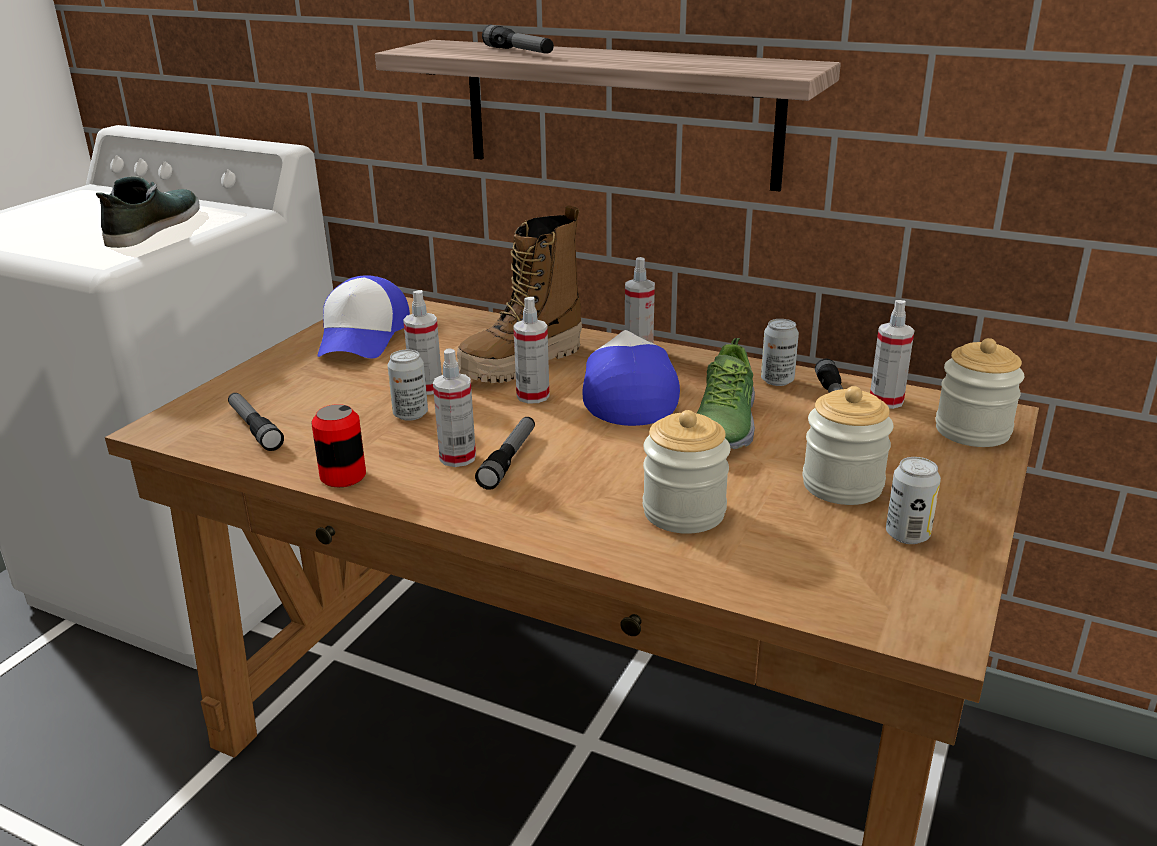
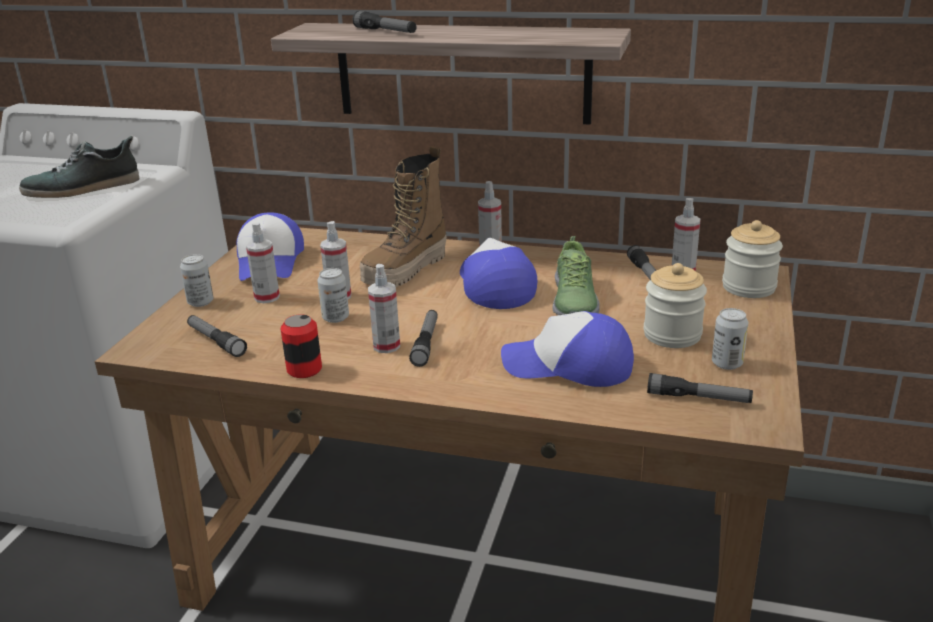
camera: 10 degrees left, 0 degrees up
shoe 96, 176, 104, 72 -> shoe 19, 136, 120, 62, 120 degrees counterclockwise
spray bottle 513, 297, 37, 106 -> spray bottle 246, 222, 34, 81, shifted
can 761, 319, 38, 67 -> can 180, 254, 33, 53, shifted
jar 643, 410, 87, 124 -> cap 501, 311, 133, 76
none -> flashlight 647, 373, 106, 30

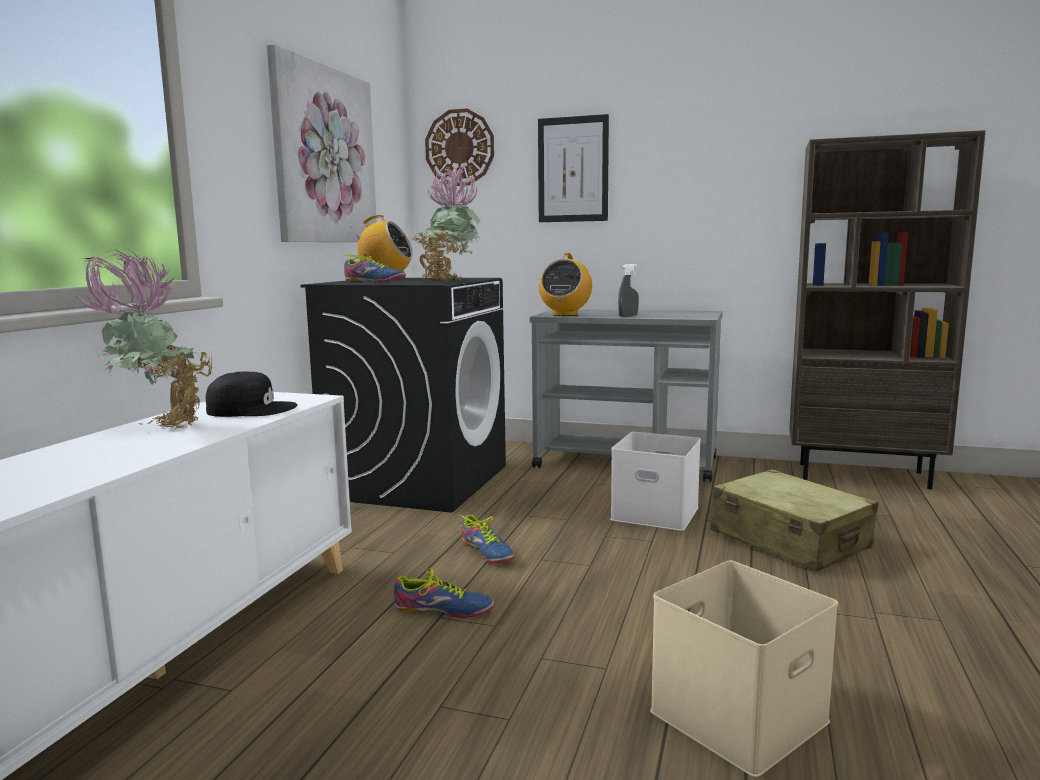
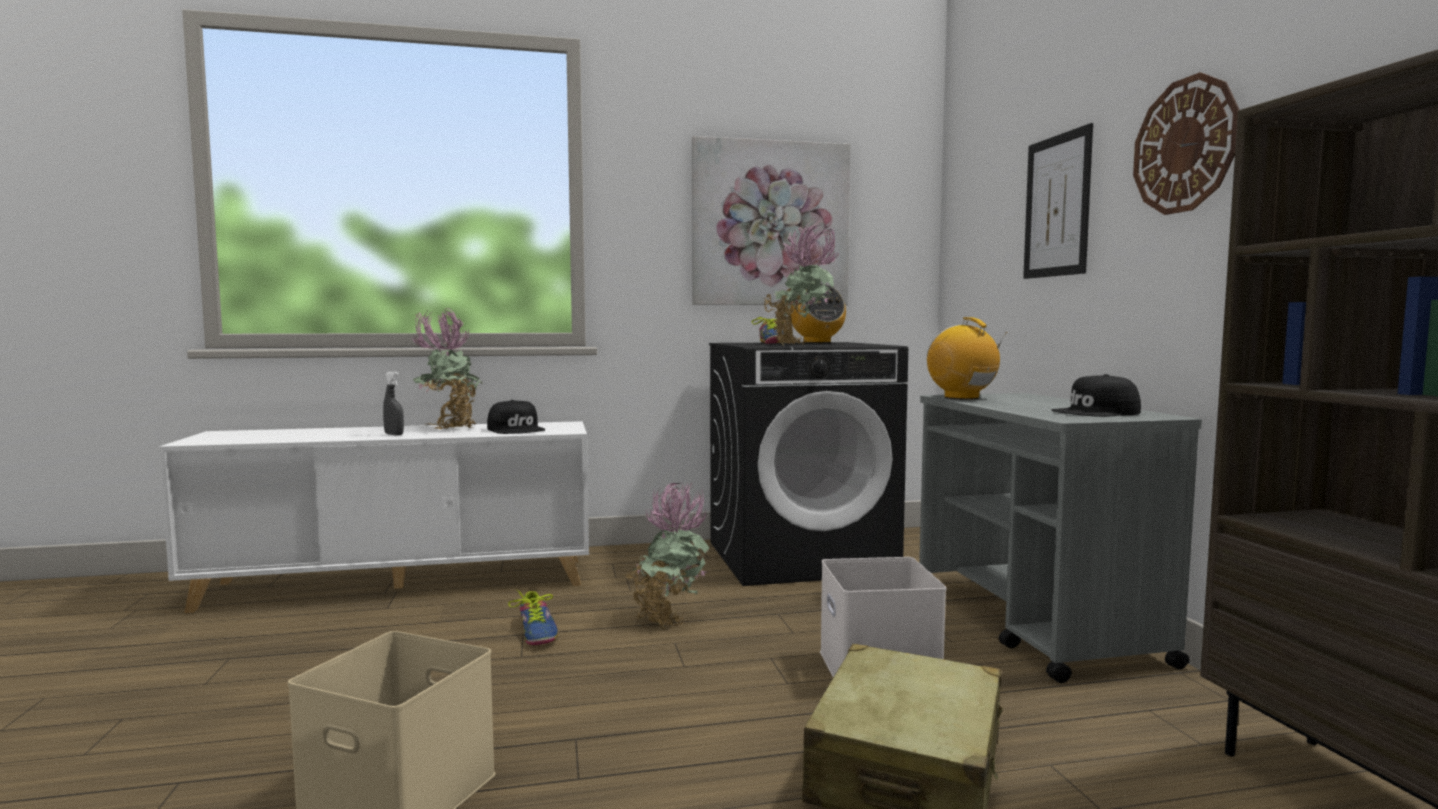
camera: 60 degrees right, 5 degrees down
wall clock 425, 108, 69, 78 -> wall clock 1133, 72, 107, 143, shifted
radio 539, 253, 53, 63 -> radio 927, 317, 80, 83, 75 degrees clockwise
grey spray bottle 618, 264, 21, 53 -> grey spray bottle 383, 372, 21, 63, shifted
shoe 459, 515, 55, 48 -> potted plant 625, 483, 85, 146
none -> black cap 1051, 374, 90, 43

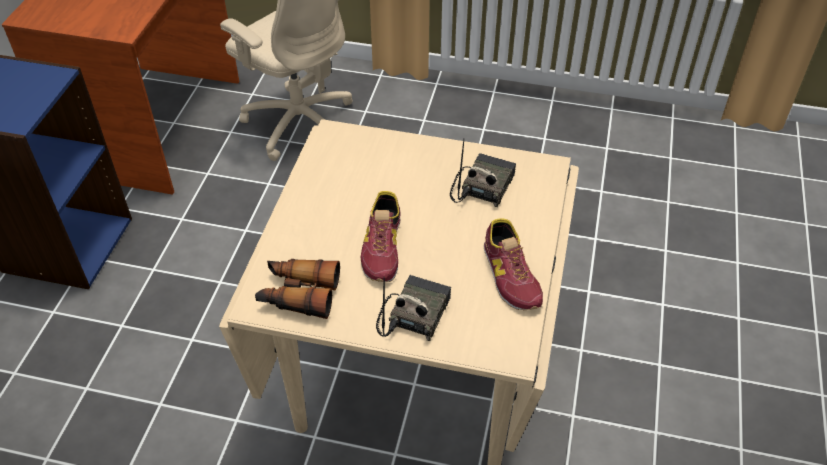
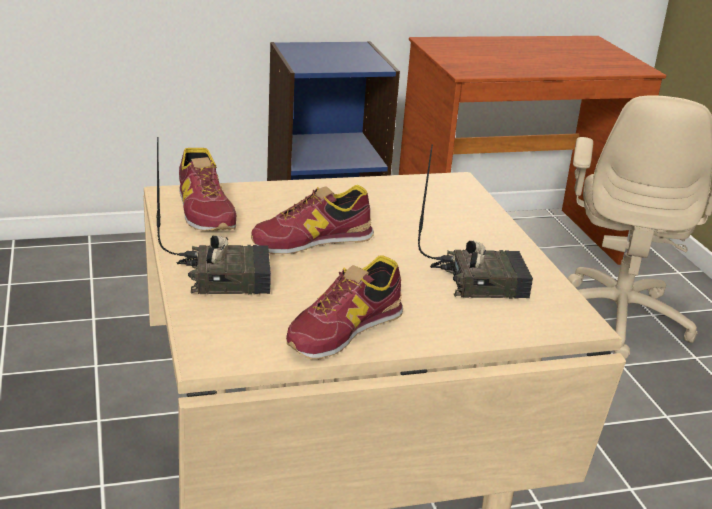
camera: 60 degrees right, 20 degrees down
binoculars 255, 259, 85, 60 -> shoe 179, 148, 57, 83

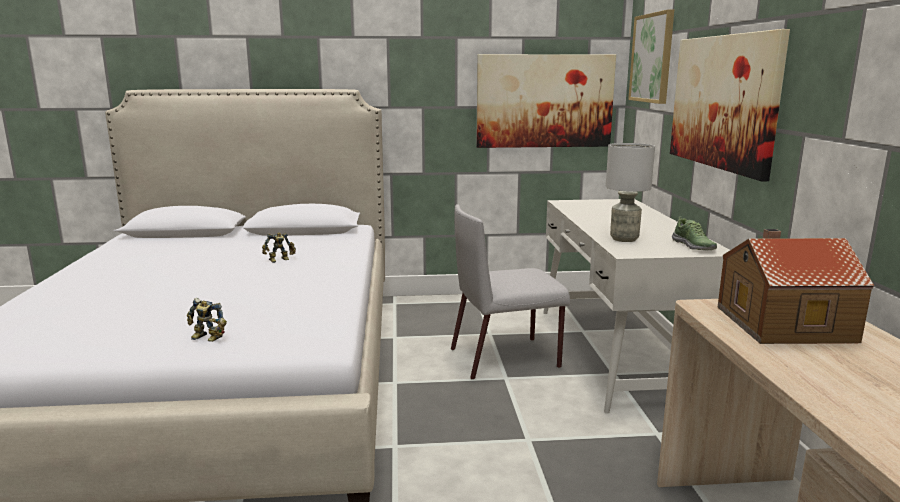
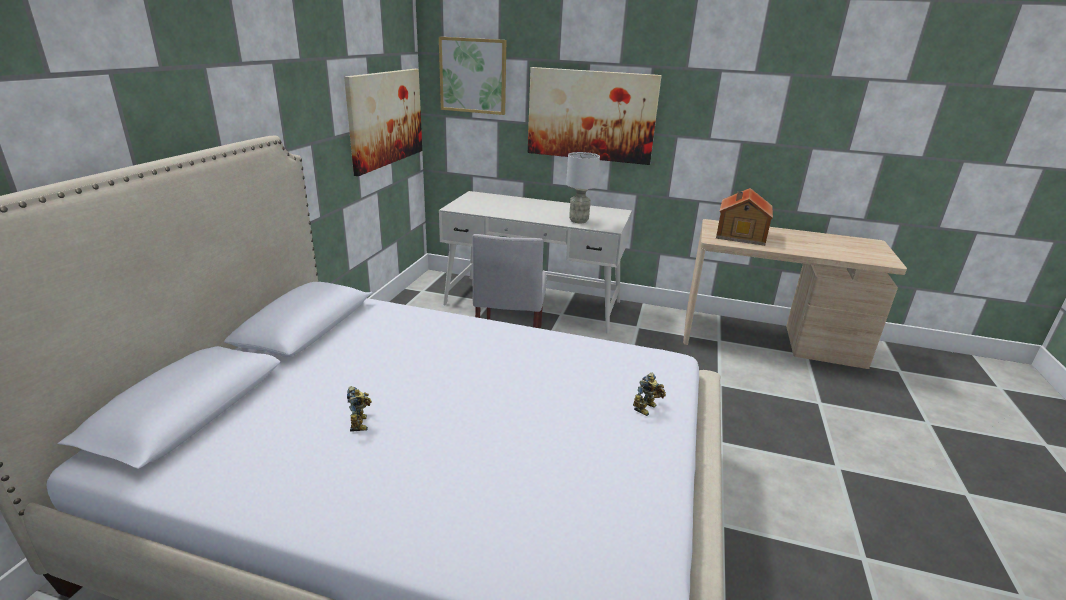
camera: 70 degrees left, 10 degrees up
shoe 672, 217, 45, 33 -> none
toy robot 262, 233, 34, 30 -> toy robot 347, 386, 25, 46, shifted

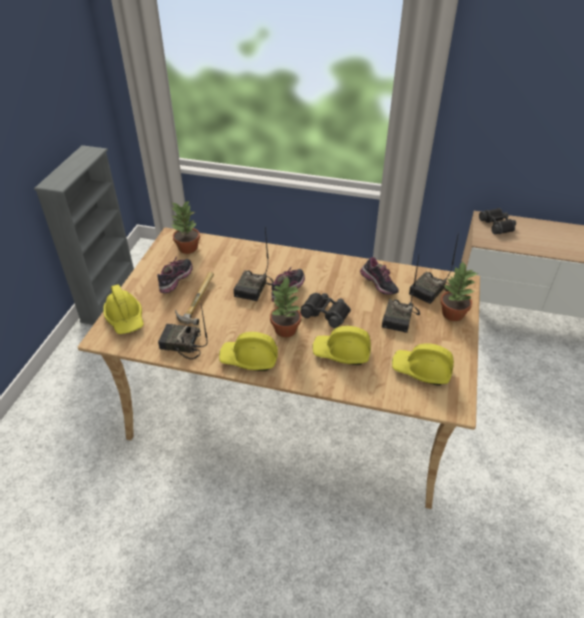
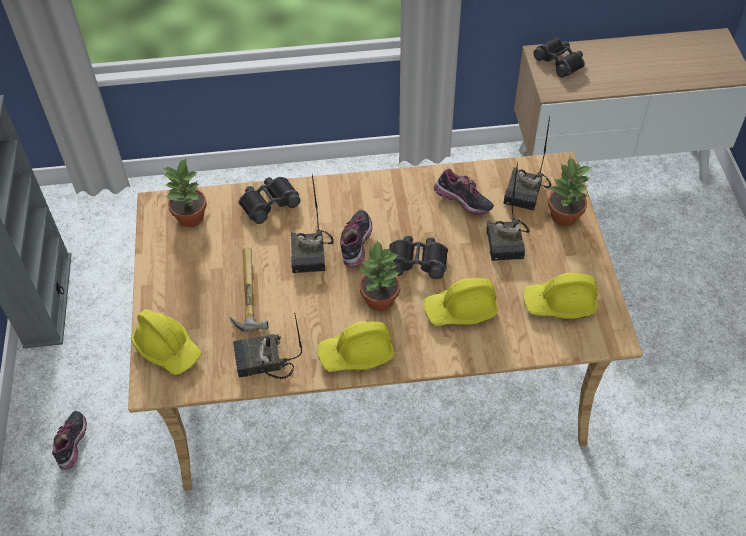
camera: 20 degrees left, 10 degrees up
shoe 157, 257, 36, 36 -> shoe 52, 411, 35, 59, shifted
none -> black binoculars 238, 177, 63, 47

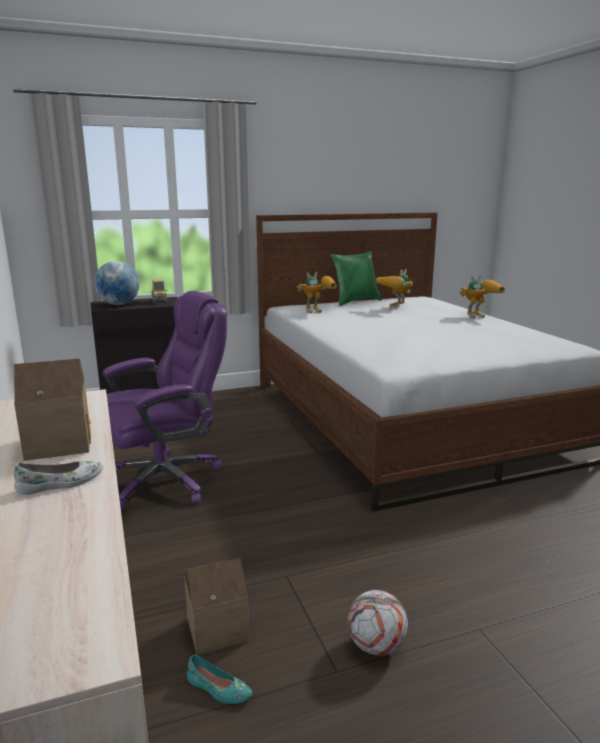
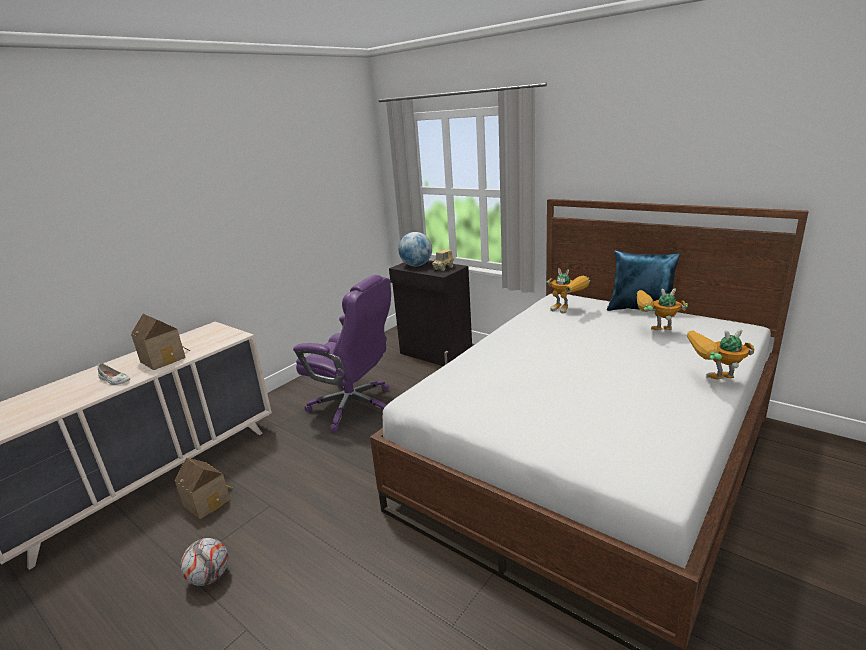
camera: 60 degrees right, 5 degrees up
green pillow 330, 251, 52, 55 -> blue pillow 607, 251, 73, 66
toy robot 460, 275, 45, 44 -> toy robot 687, 329, 68, 50, 135 degrees clockwise
turquoise shoe 187, 655, 65, 49 -> none

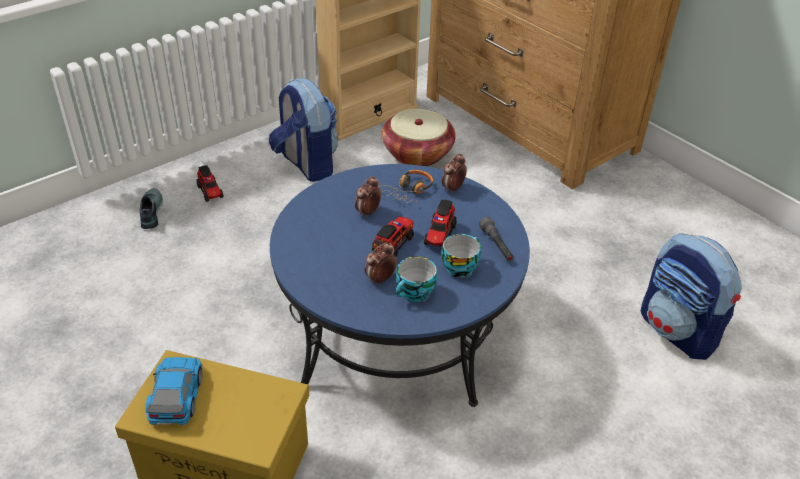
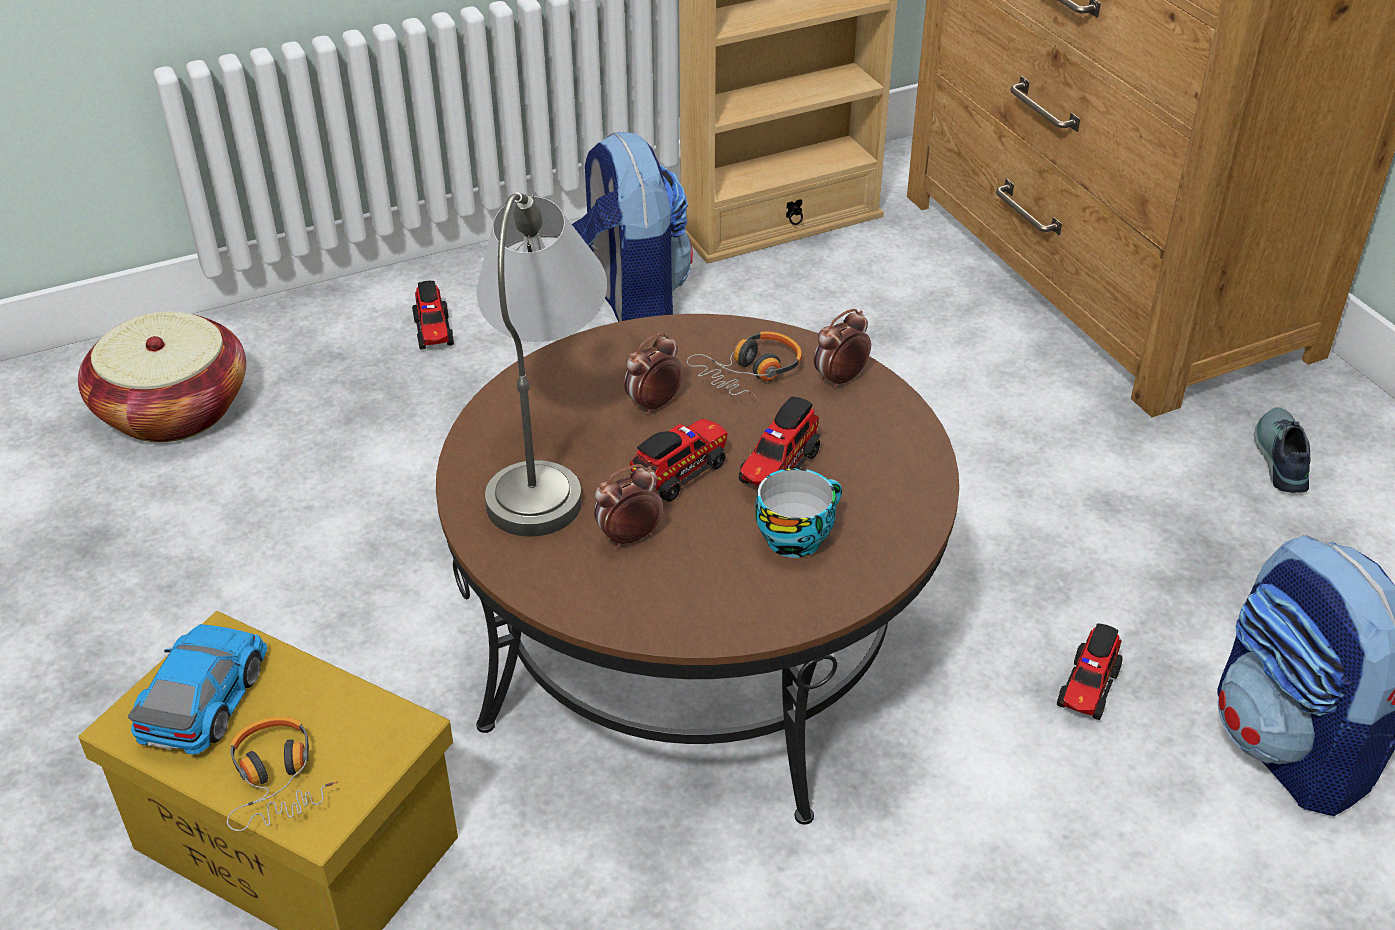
camera: 15 degrees right, 0 degrees up
basket 382, 109, 74, 57 -> basket 78, 311, 168, 131, shifted
blue coffee table 270, 164, 260, 243 -> brown coffee table 436, 314, 523, 511
shoe 140, 188, 23, 41 -> shoe 1254, 408, 56, 85, shifted
grey flashlight 479, 217, 35, 44 -> none
cup 396, 256, 41, 46 -> none
none -> grey table lamp 477, 192, 130, 345
none -> toy truck 1057, 623, 66, 97
none -> headphones 227, 717, 112, 114

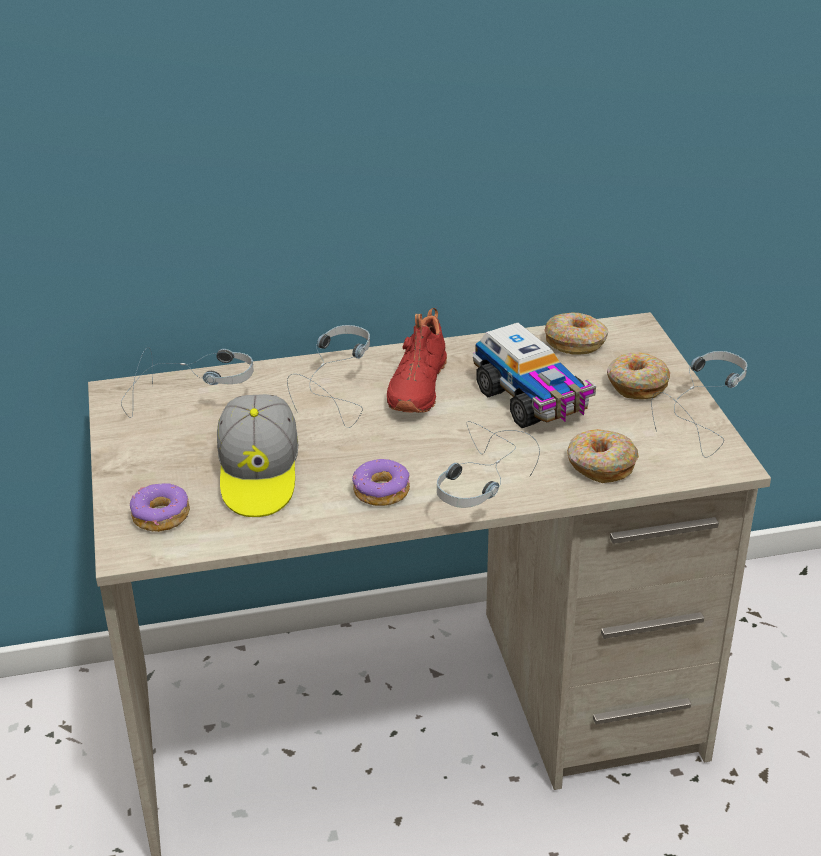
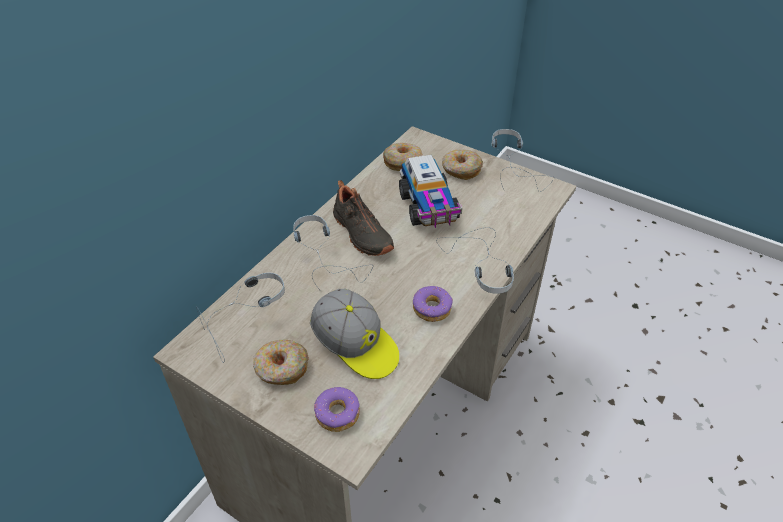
camera: 45 degrees left, 10 degrees up
red shoe 387, 308, 60, 105 -> black shoe 333, 180, 61, 76
toy truck 473, 323, 123, 105 -> toy truck 399, 155, 63, 73, 60 degrees clockwise
donut 567, 429, 72, 54 -> donut 253, 340, 56, 45, shifted

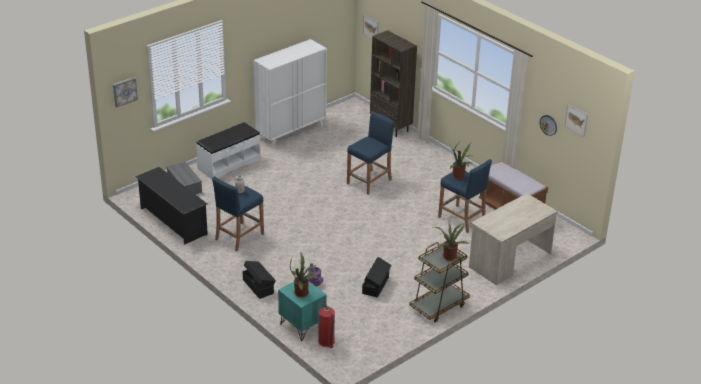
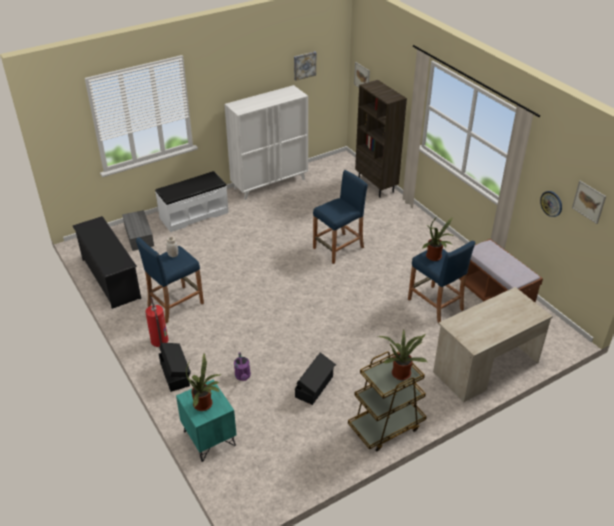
camera: 10 degrees right, 5 degrees up
picture 113, 77, 25, 30 -> picture 294, 51, 22, 30, shifted
fire extinguisher 318, 300, 17, 48 -> fire extinguisher 145, 297, 23, 50, shifted

